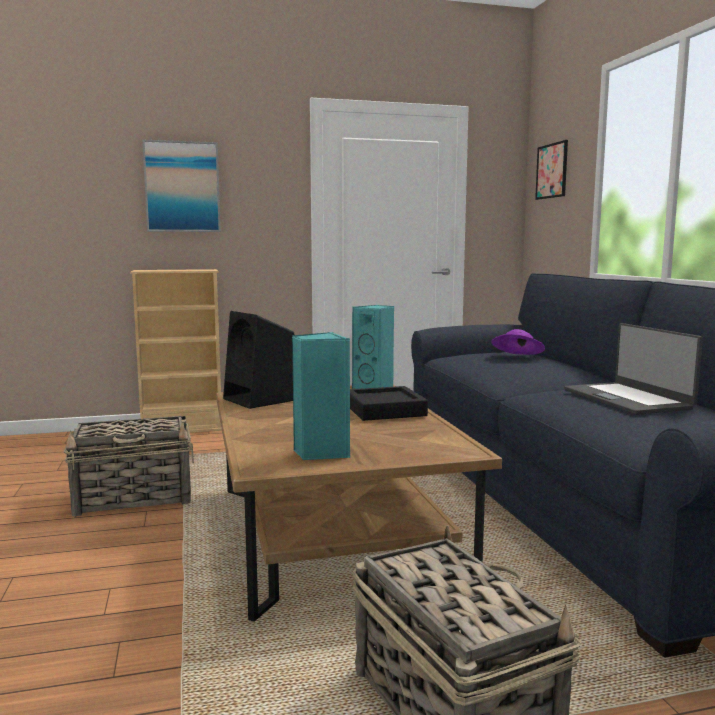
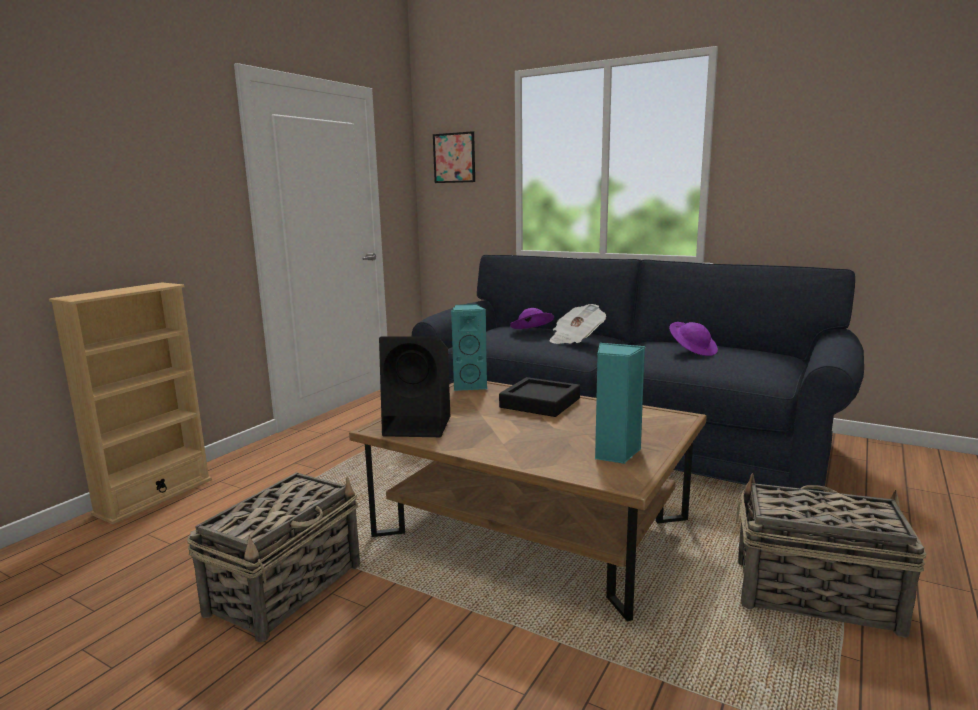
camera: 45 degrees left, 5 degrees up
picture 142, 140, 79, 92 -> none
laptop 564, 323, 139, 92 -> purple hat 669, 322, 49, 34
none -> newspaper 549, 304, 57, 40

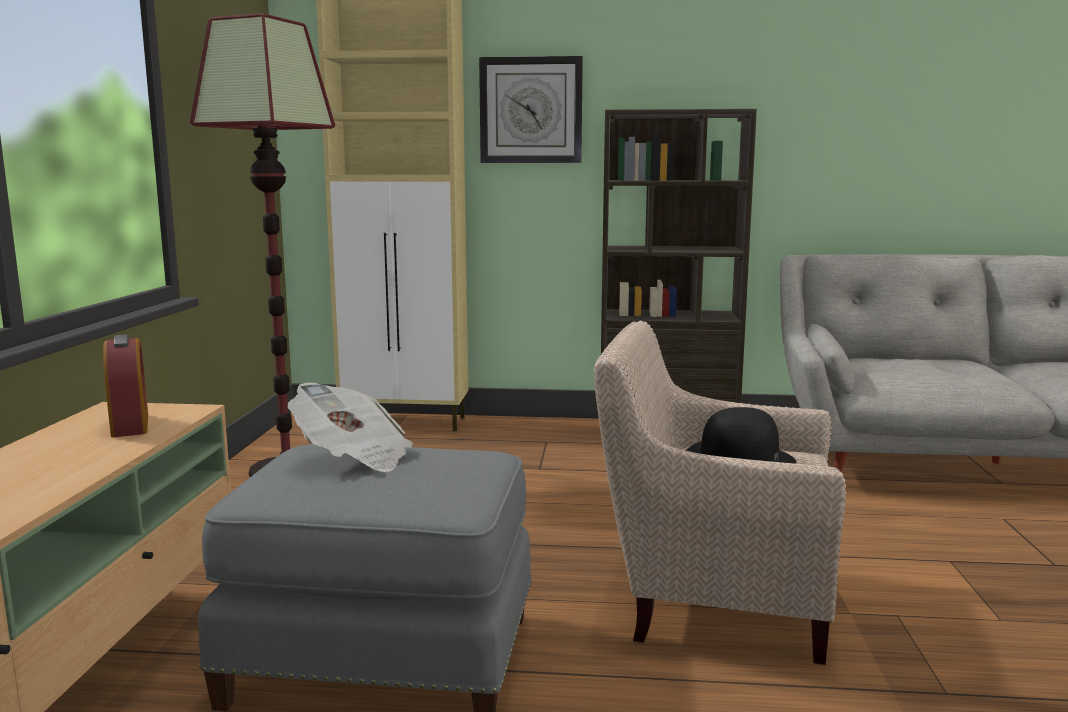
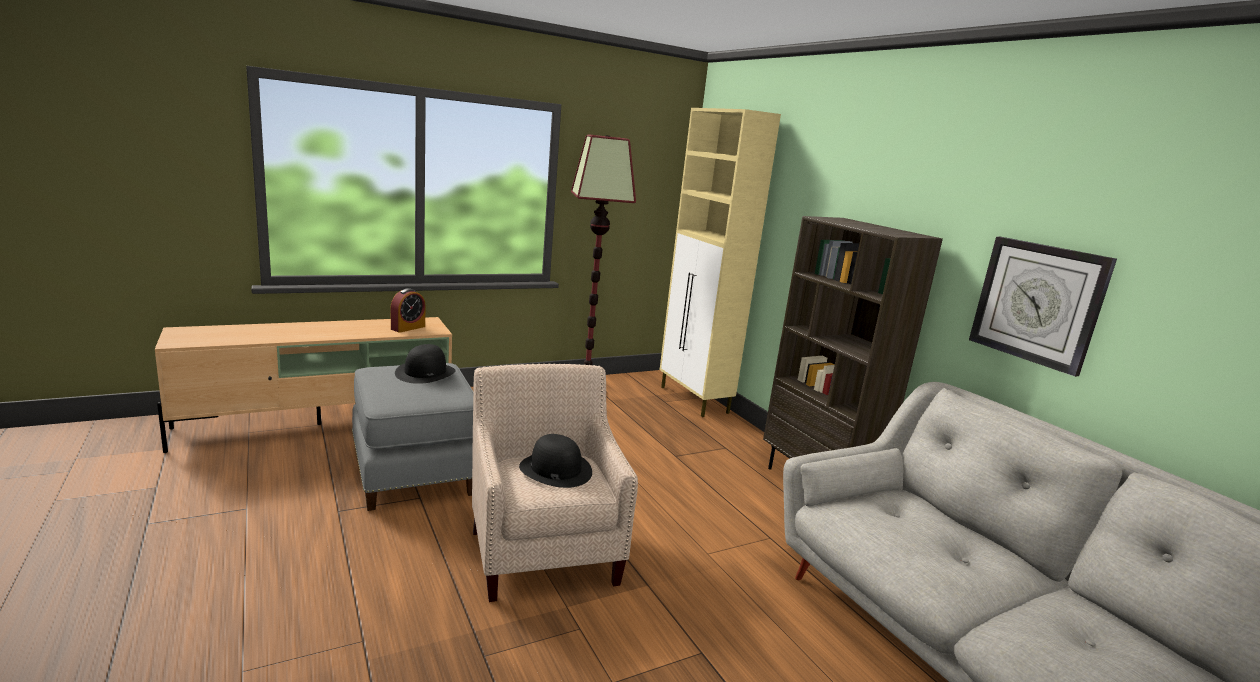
camera: 55 degrees right, 5 degrees up
wall clock 479, 56, 104, 107 -> wall clock 969, 236, 148, 141, shifted
newspaper 288, 382, 125, 90 -> black hat 395, 344, 60, 40

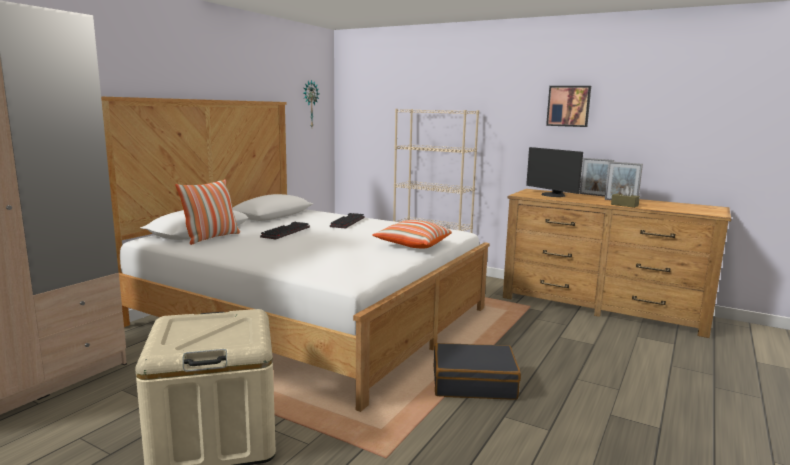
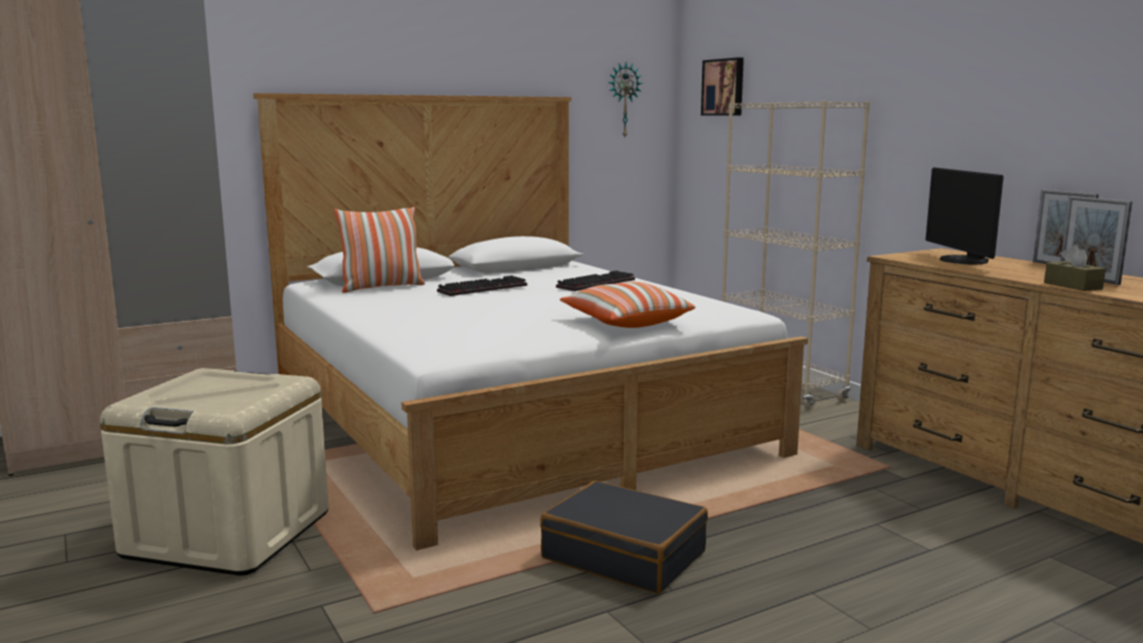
camera: 30 degrees right, 0 degrees up
picture 546, 86, 45, 41 -> picture 701, 57, 43, 59, shifted

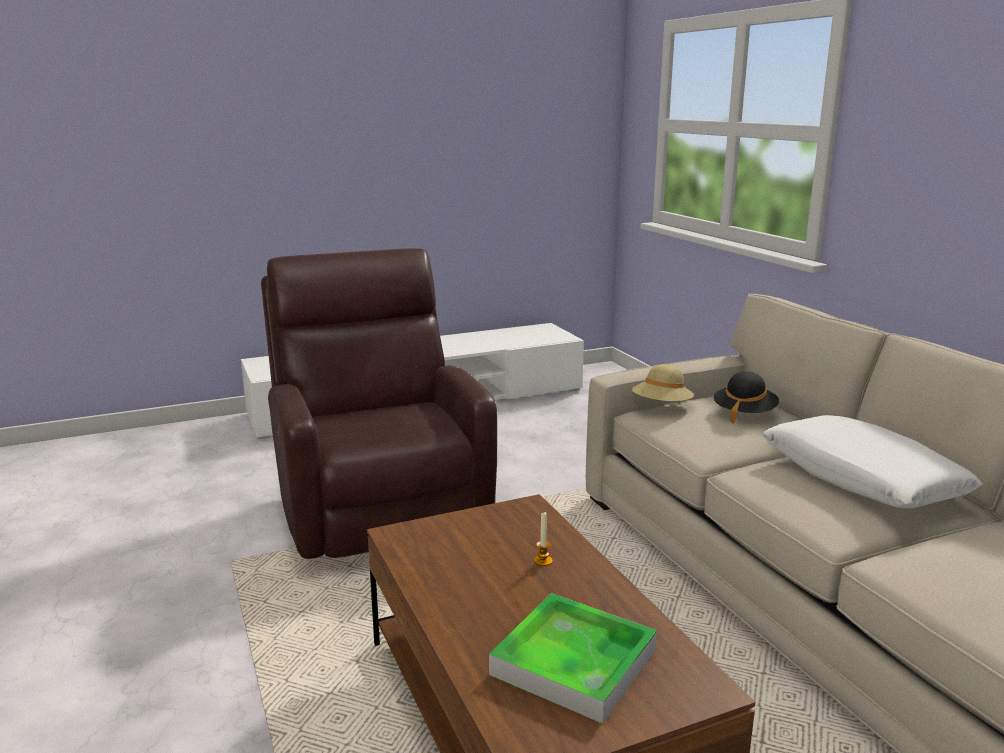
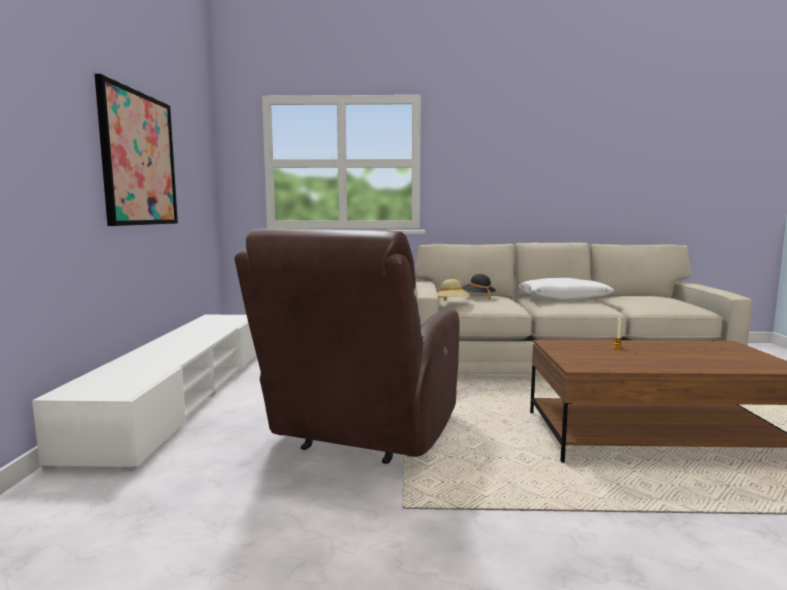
camera: 65 degrees left, 10 degrees down
brown armchair 261, 248, 236, 311 -> brown armchair 234, 229, 226, 235, 75 degrees counterclockwise
tray 489, 593, 168, 131 -> none
none -> picture 95, 74, 83, 152

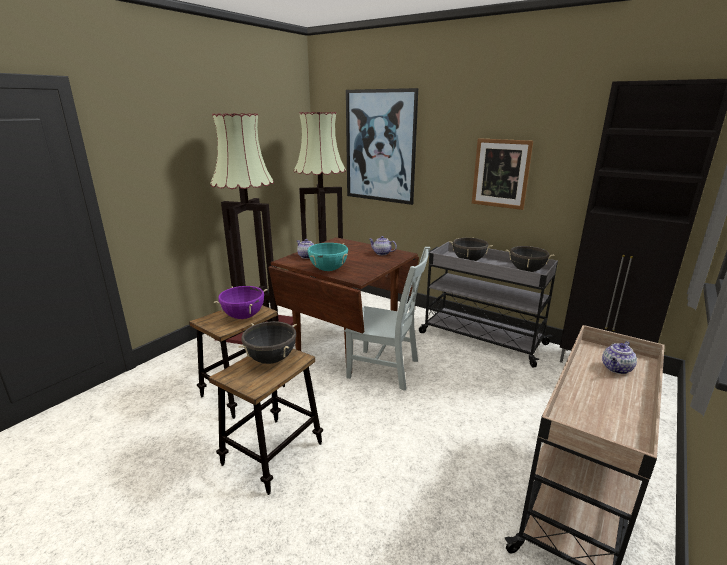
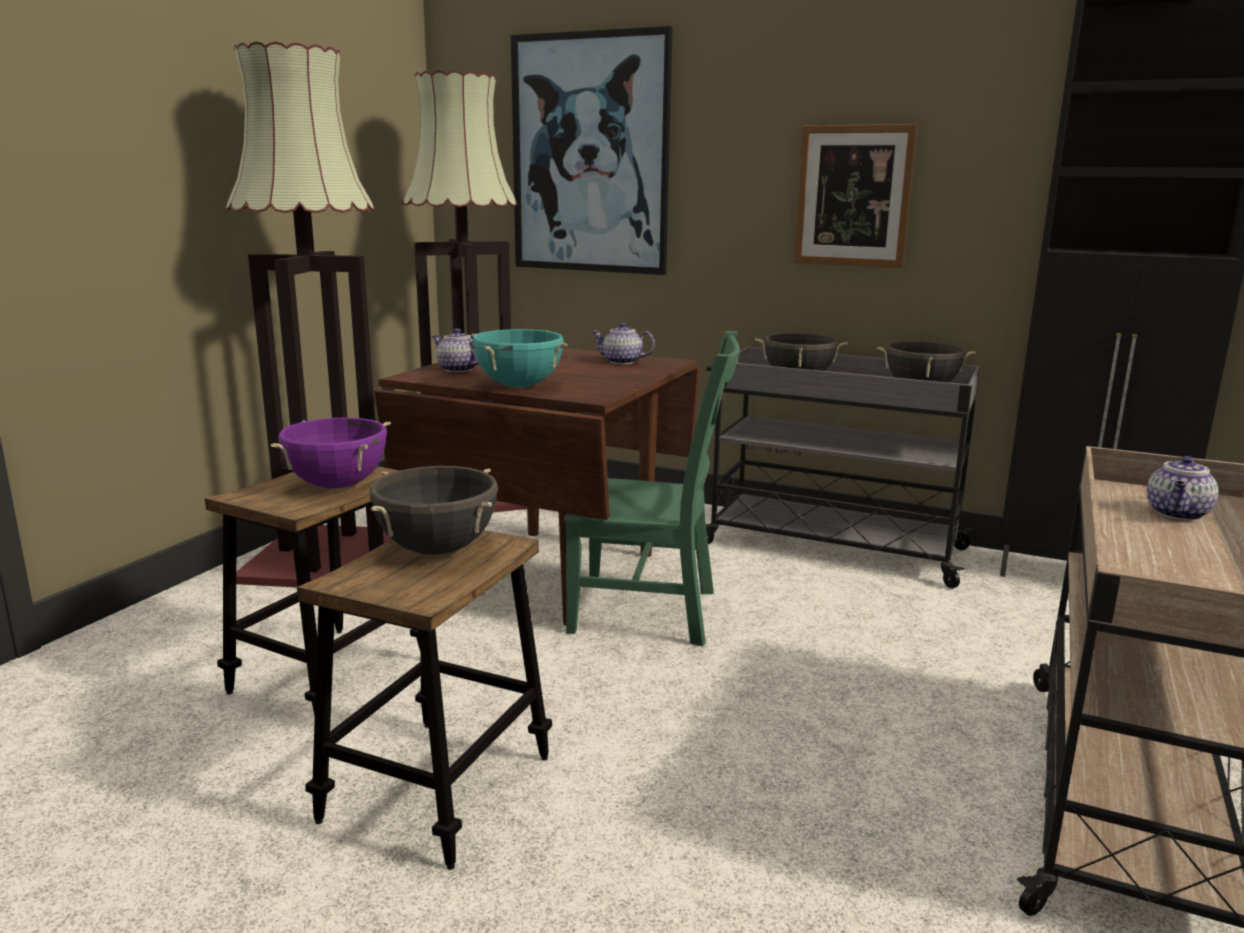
camera: 10 degrees left, 5 degrees down
grey chair 345, 247, 85, 144 -> green chair 564, 331, 176, 315

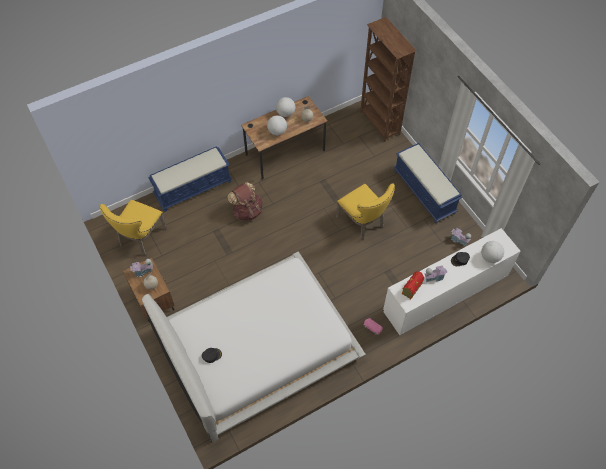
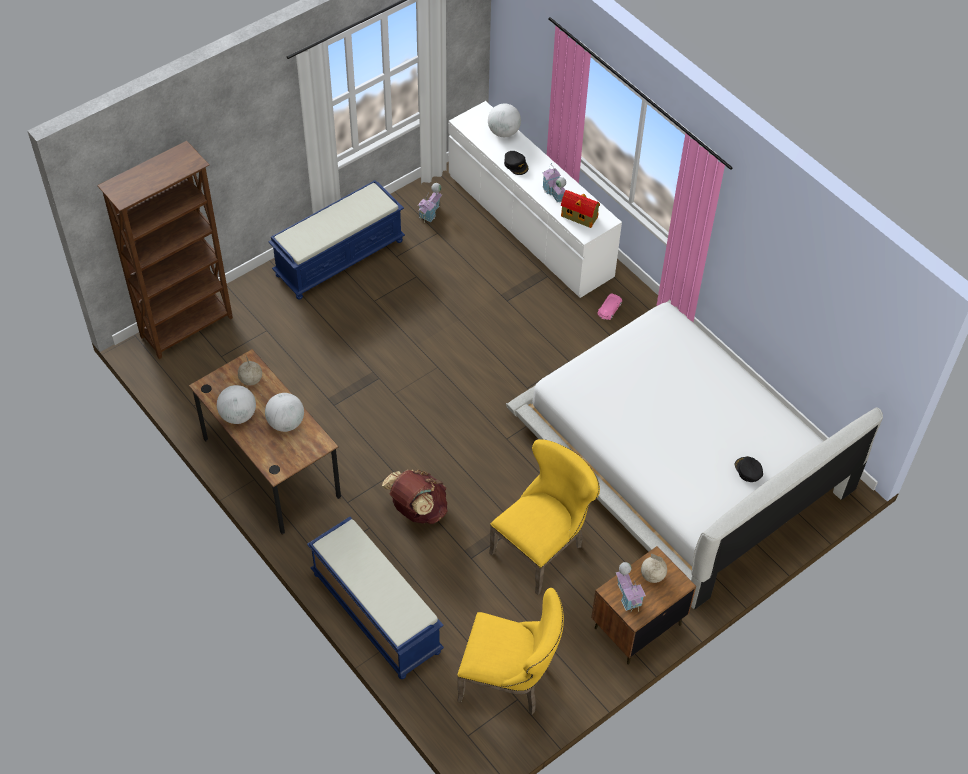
camera: 100 degrees left, 5 degrees down
yellow chair 336, 183, 59, 57 -> yellow chair 489, 439, 111, 156, shifted

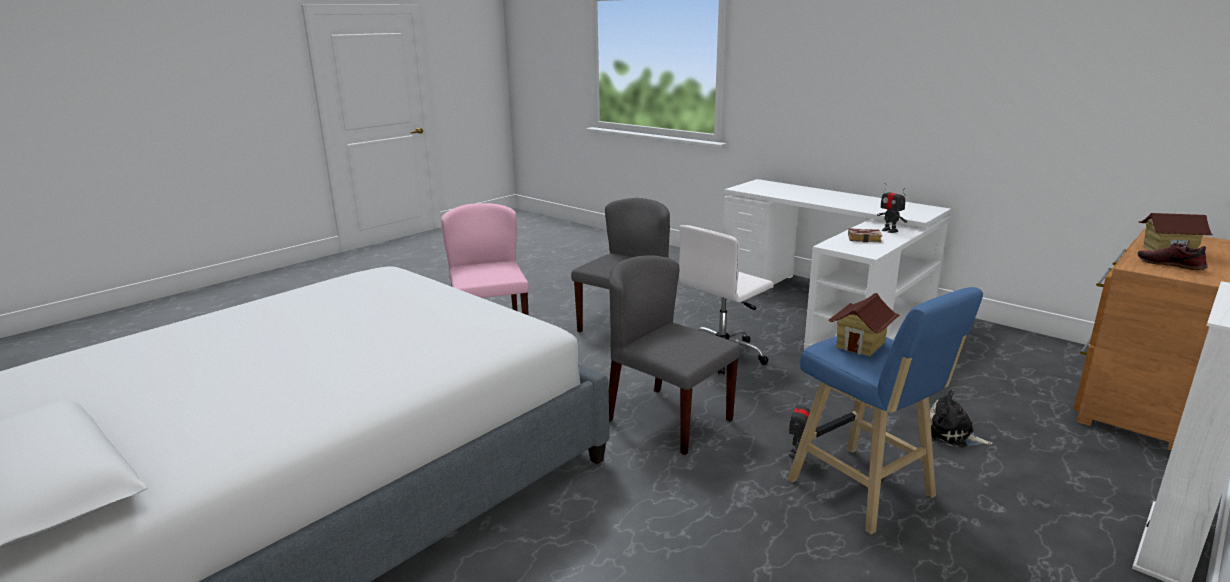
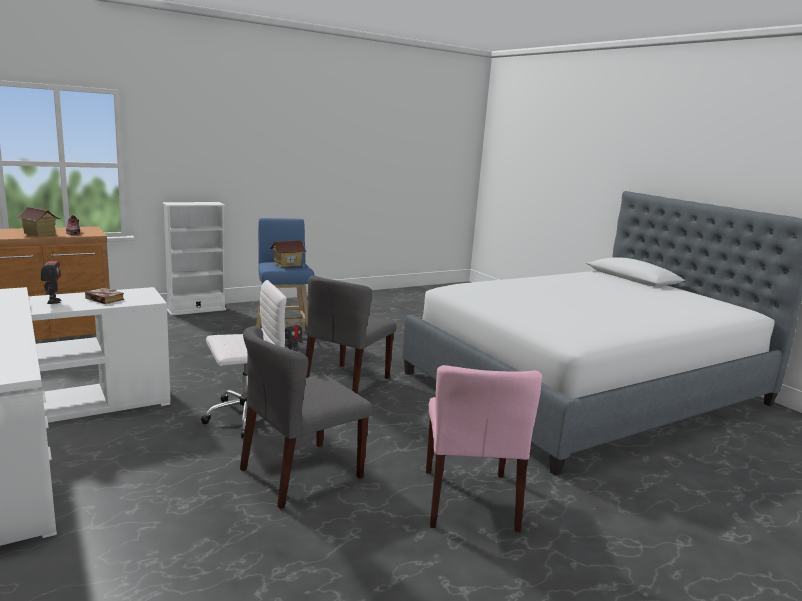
camera: 165 degrees left, 5 degrees down
grey chair 609, 255, 131, 200 -> grey chair 306, 275, 90, 119, 60 degrees clockwise
plush toy 930, 390, 63, 58 -> none

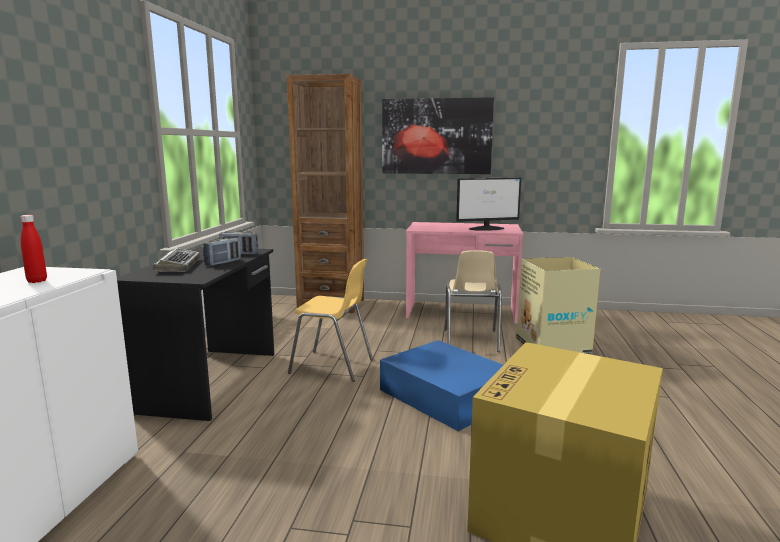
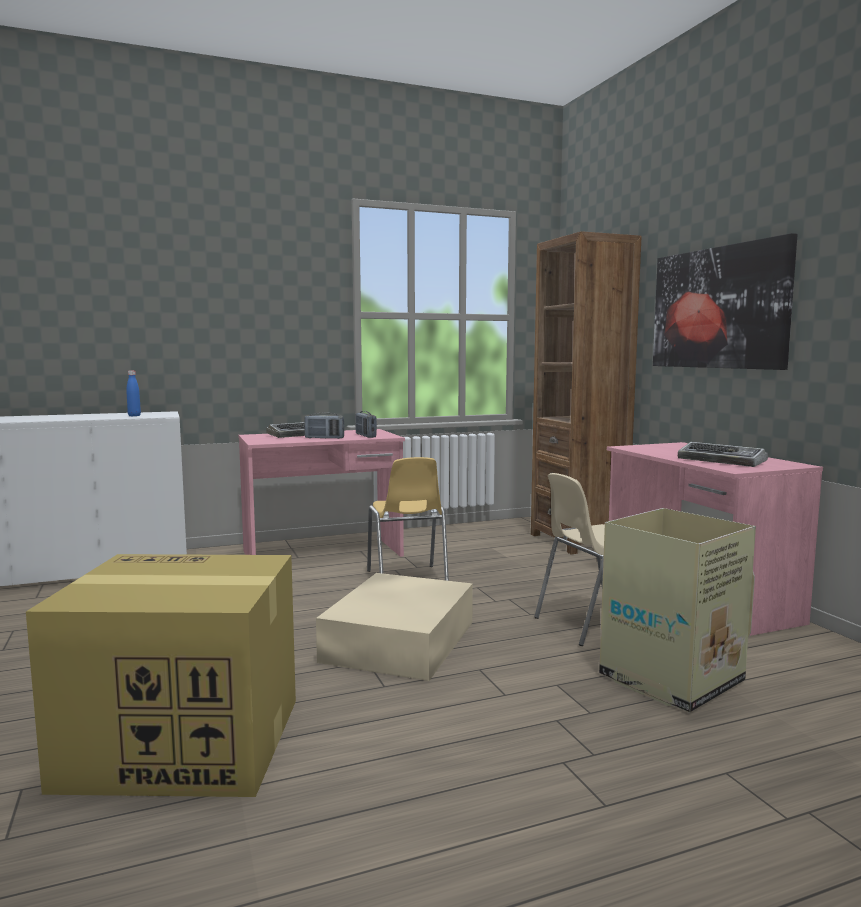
camera: 60 degrees right, 5 degrees down
monitor 456, 177, 65, 54 -> keyboard 678, 442, 90, 25
red bottle 20, 215, 27, 68 -> blue bottle 126, 371, 15, 45
black desk 117, 247, 157, 174 -> pink desk 239, 429, 166, 128
blue storage box 380, 340, 123, 91 -> beige storage box 316, 573, 157, 108

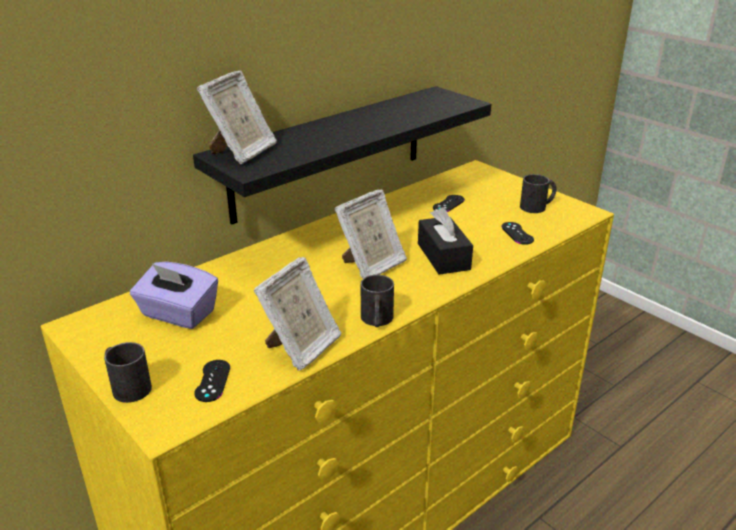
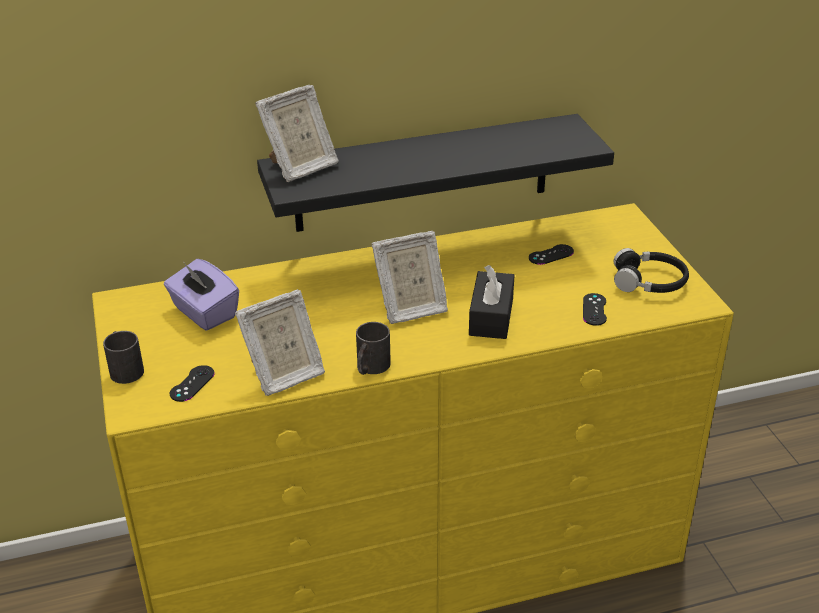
camera: 25 degrees right, 5 degrees up
black mug 520, 174, 37, 39 -> black headphones 614, 248, 75, 45

